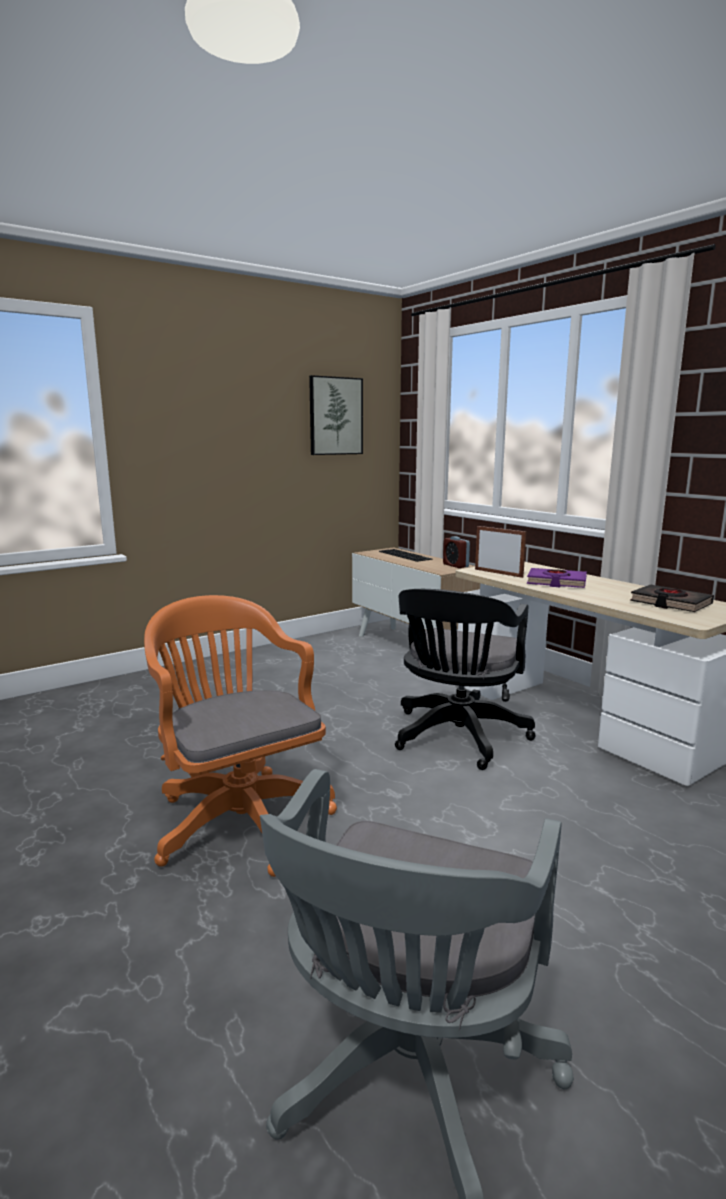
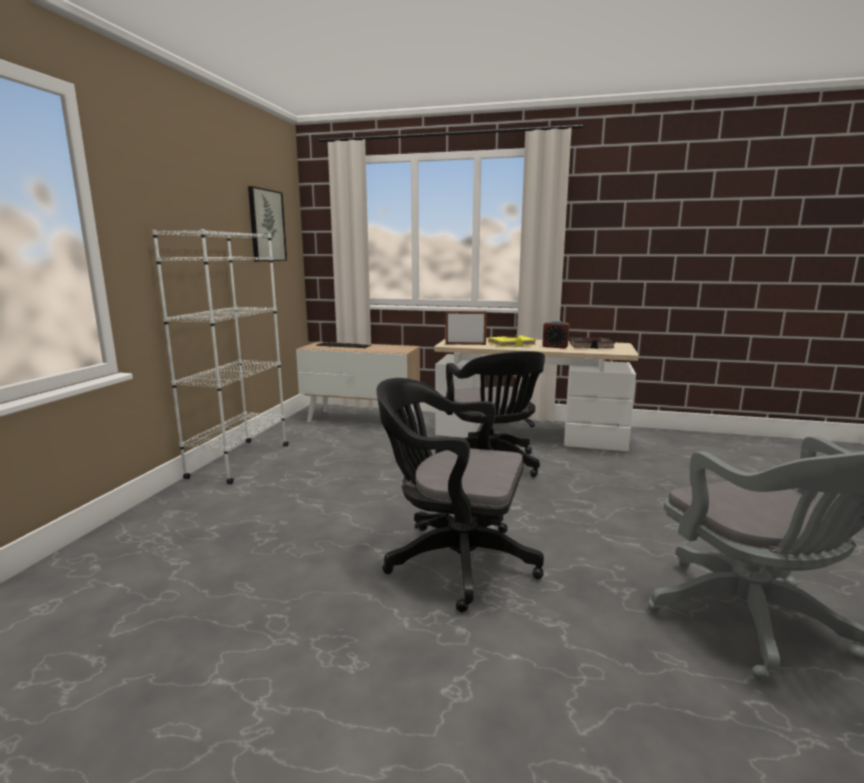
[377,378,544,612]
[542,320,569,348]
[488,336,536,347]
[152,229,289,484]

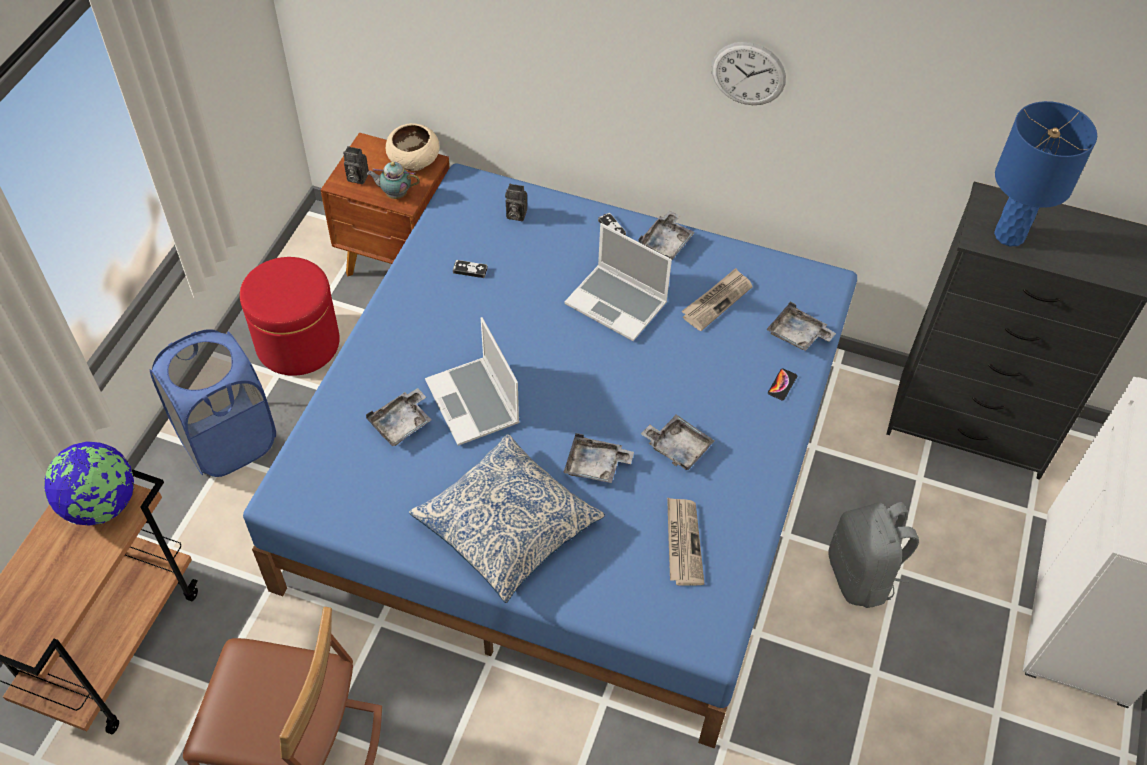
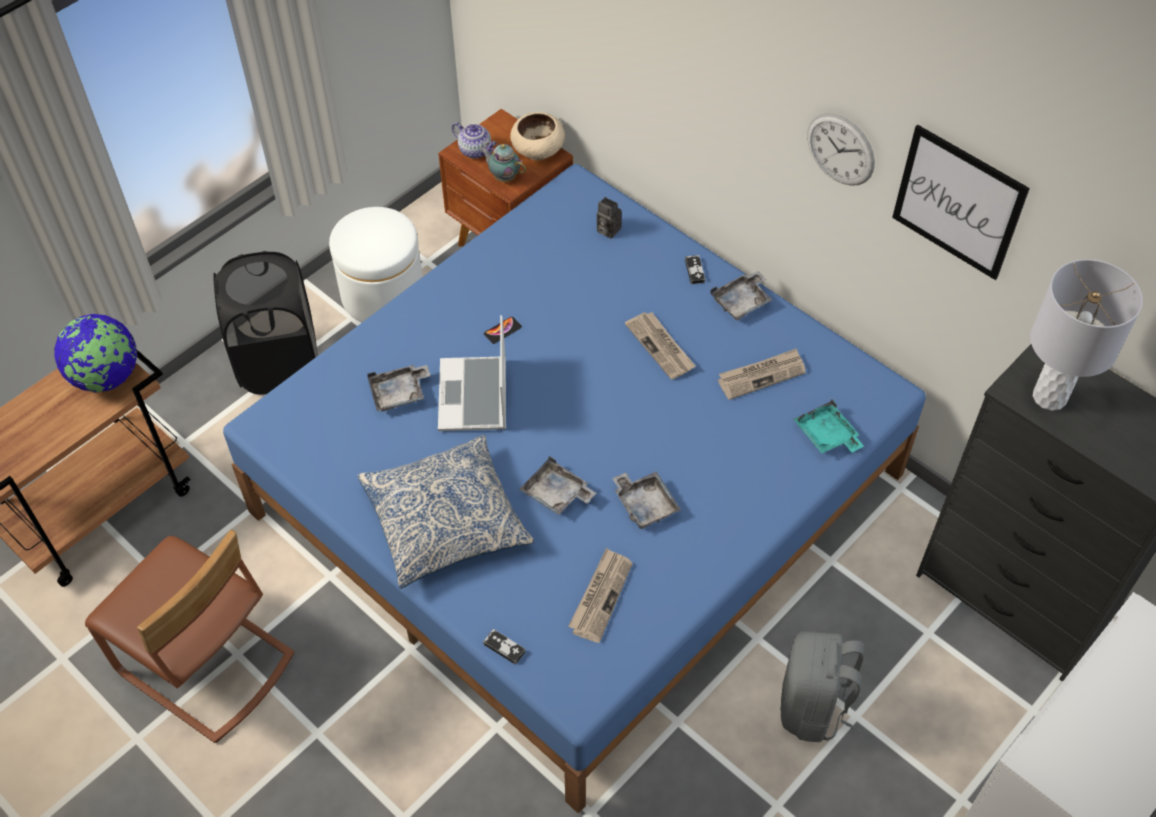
[213,251,318,395]
[329,207,423,322]
[452,122,497,159]
[483,629,525,665]
[625,312,695,380]
[794,399,864,453]
[484,317,522,344]
[1030,259,1143,411]
[892,125,1030,280]

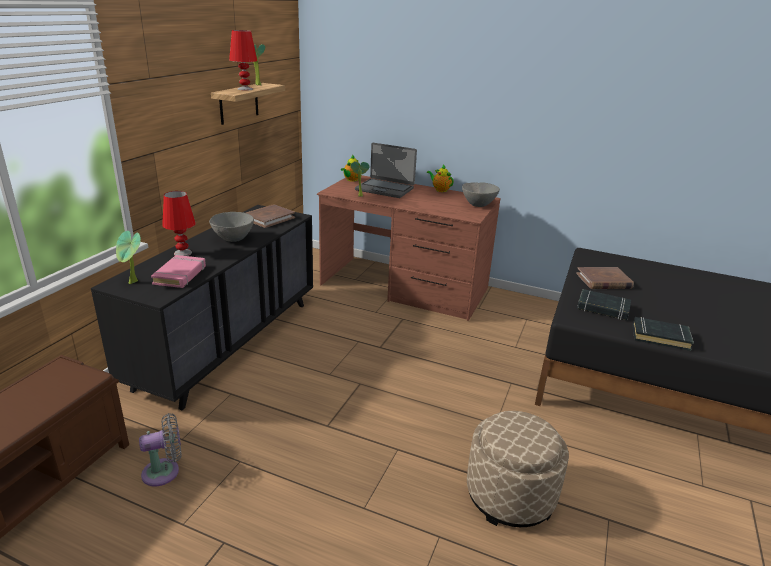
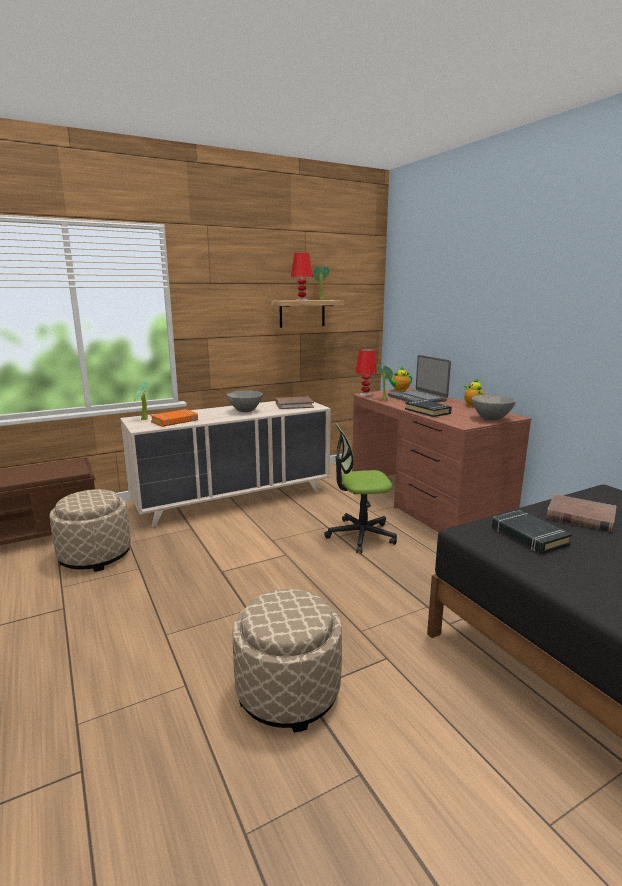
[120,401,331,527]
[49,489,131,572]
[151,409,198,427]
[355,349,378,396]
[405,400,452,417]
[324,423,397,553]

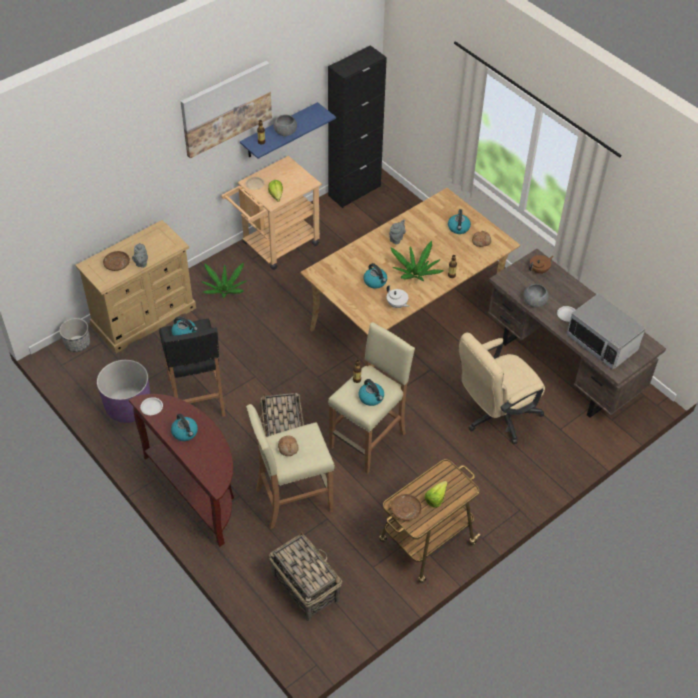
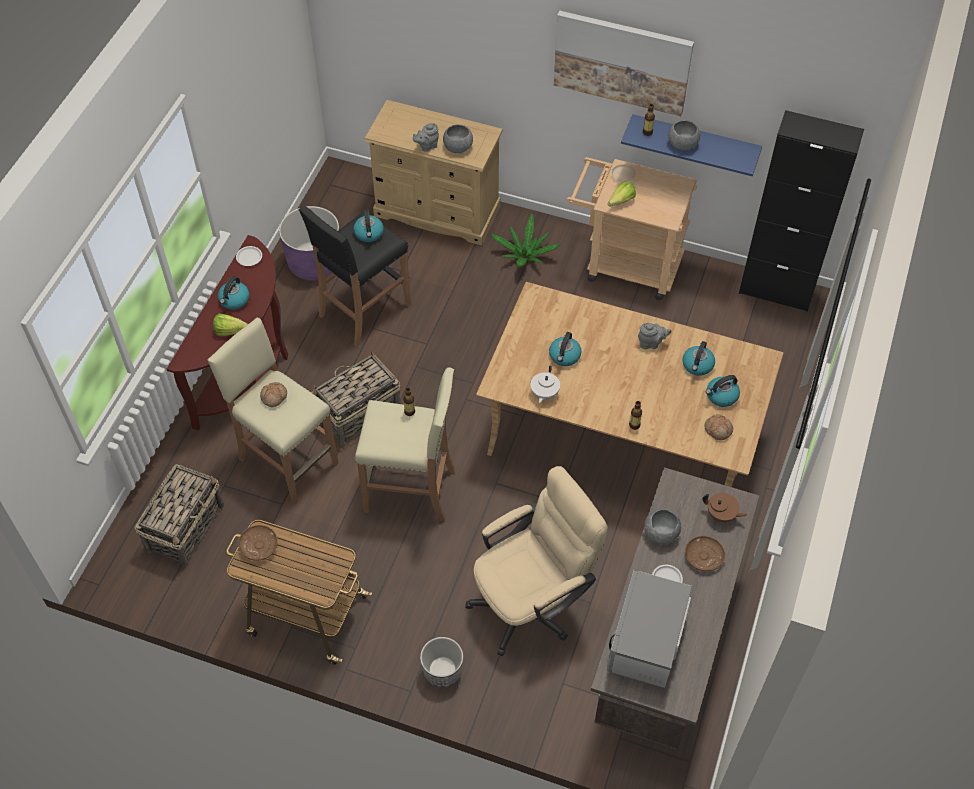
[420,637,463,688]
[685,536,725,571]
[682,341,715,376]
[391,241,444,281] (first image)
[213,313,248,336]
[465,466,608,656]
[443,124,473,153]

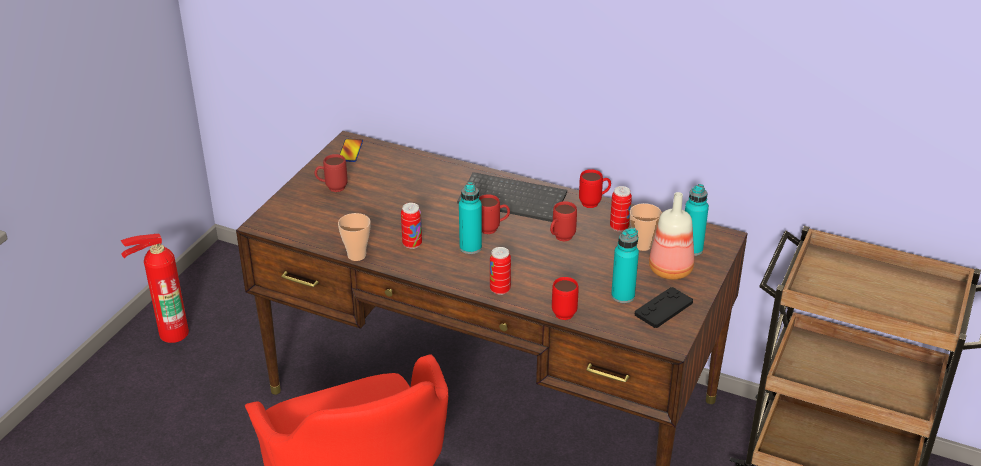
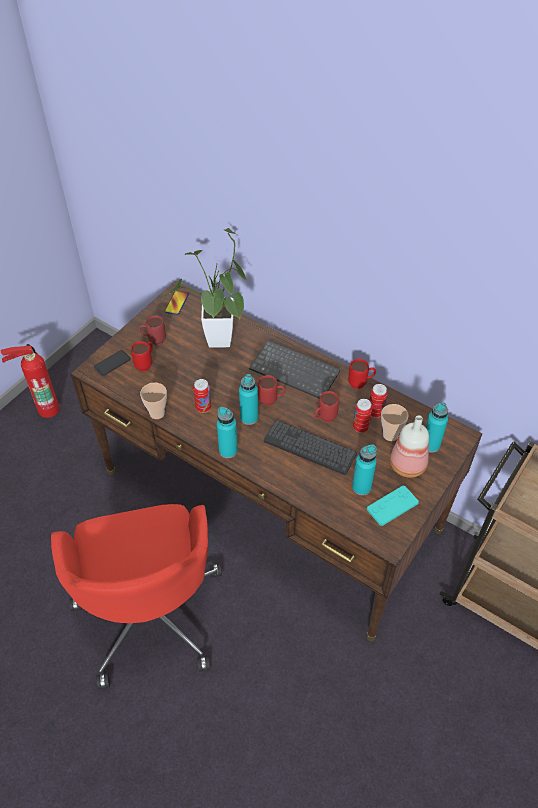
[353,399,372,433]
[131,341,153,372]
[367,486,419,526]
[94,350,131,376]
[161,228,247,348]
[217,407,238,458]
[264,420,357,475]

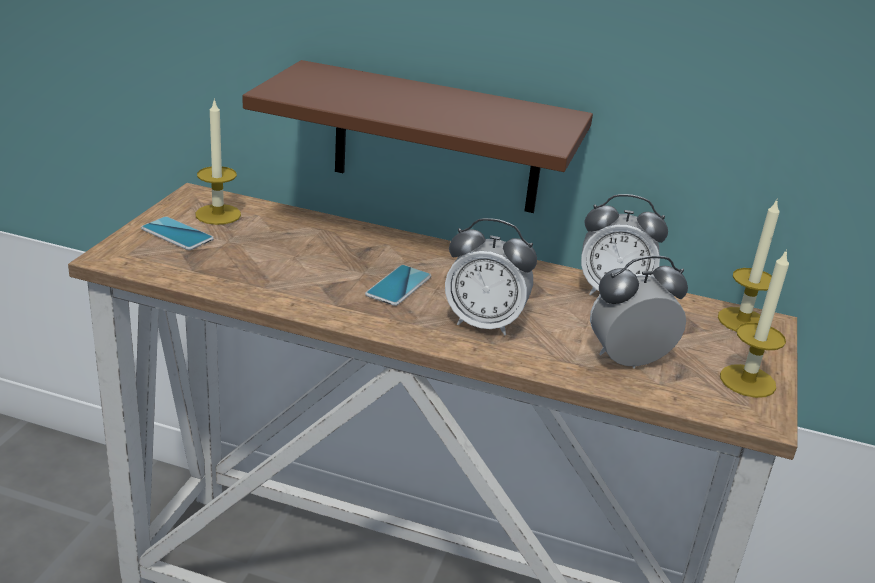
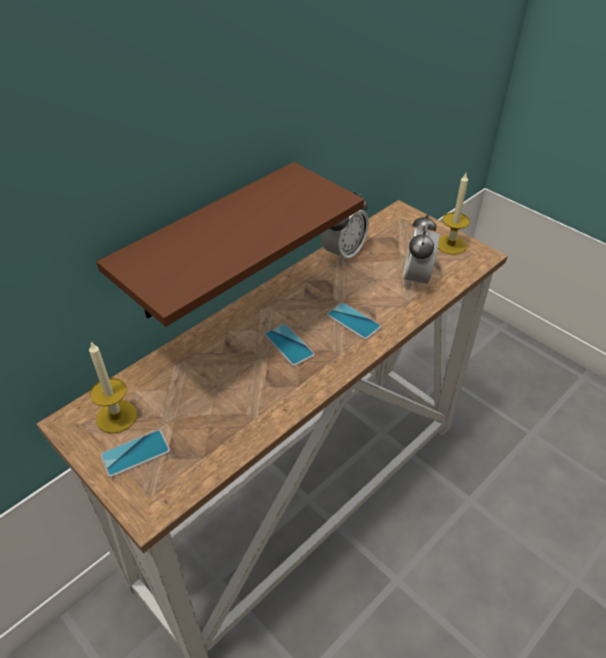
[327,302,381,340]
[718,198,780,332] (first image)

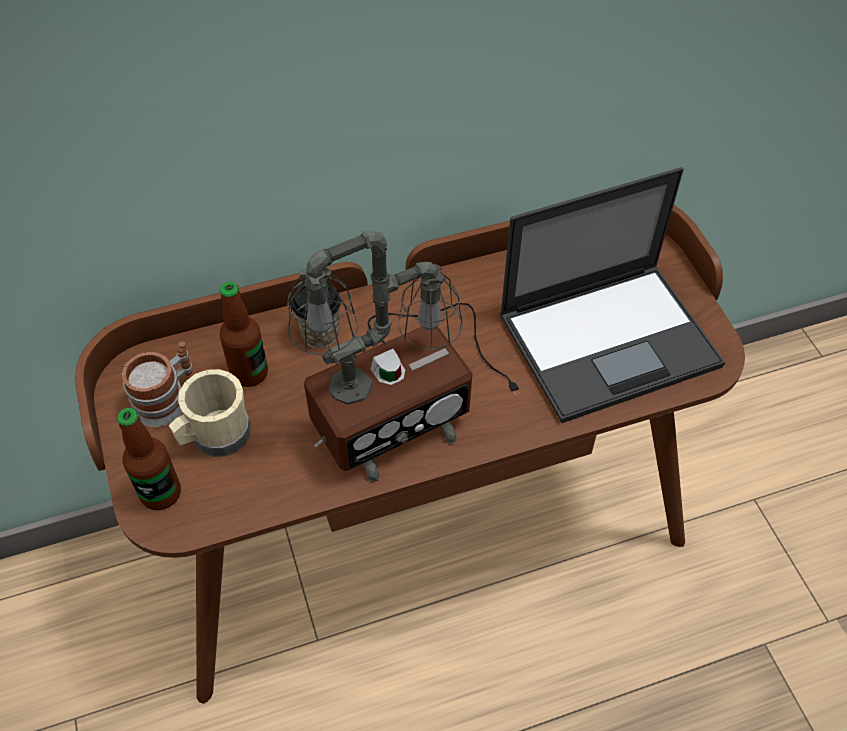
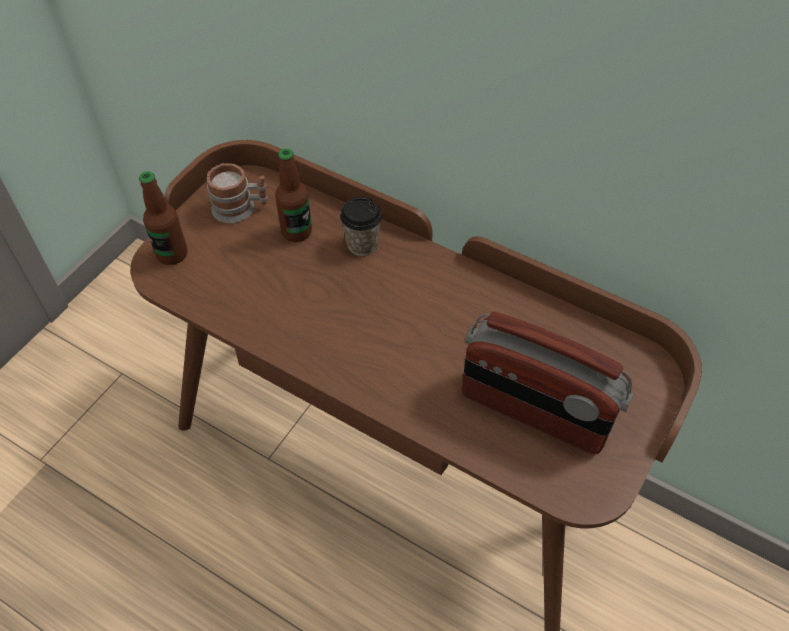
[169,369,251,457] (first image)
[287,231,520,482] (first image)
[462,312,633,454]

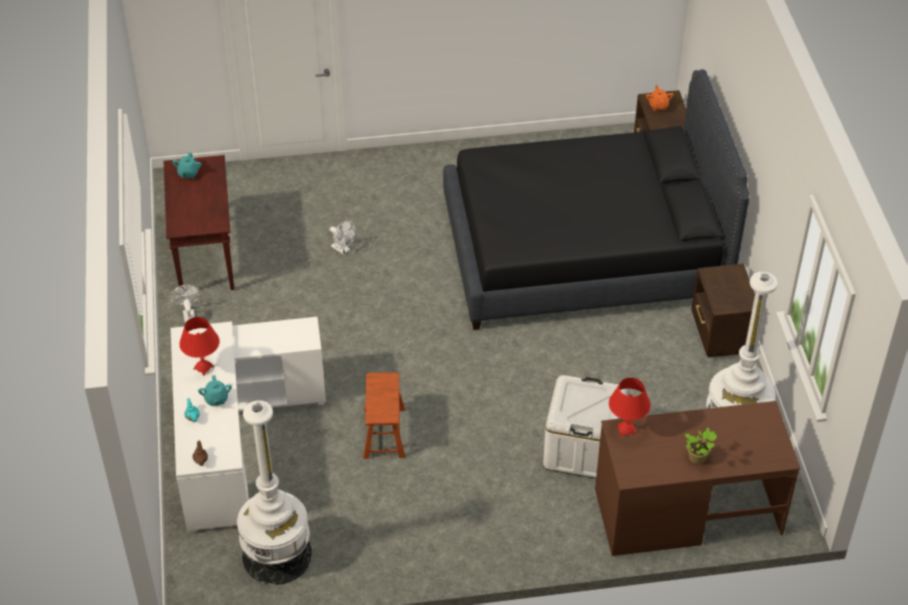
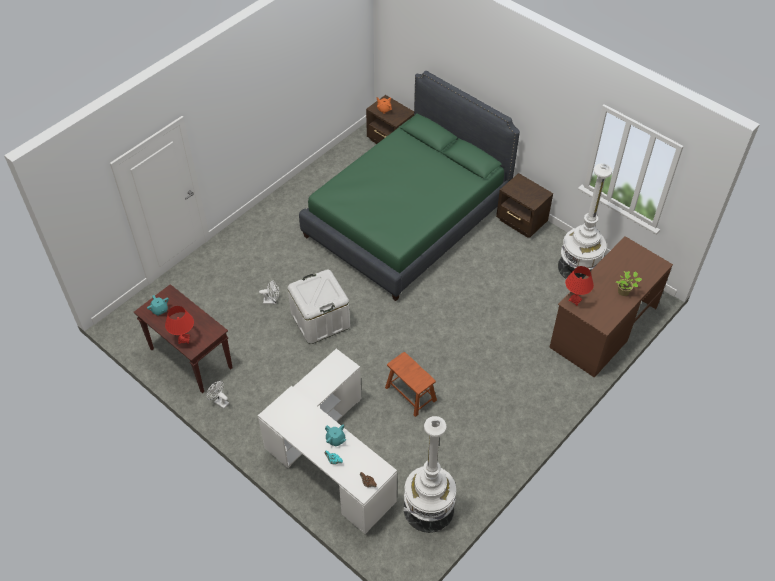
[165,306,194,344]
[299,71,520,301]
[288,269,350,344]

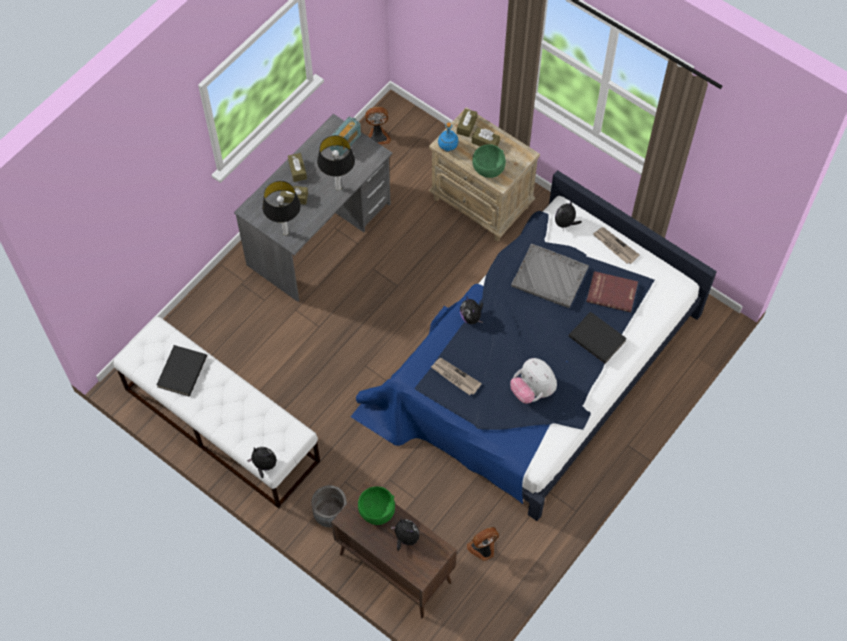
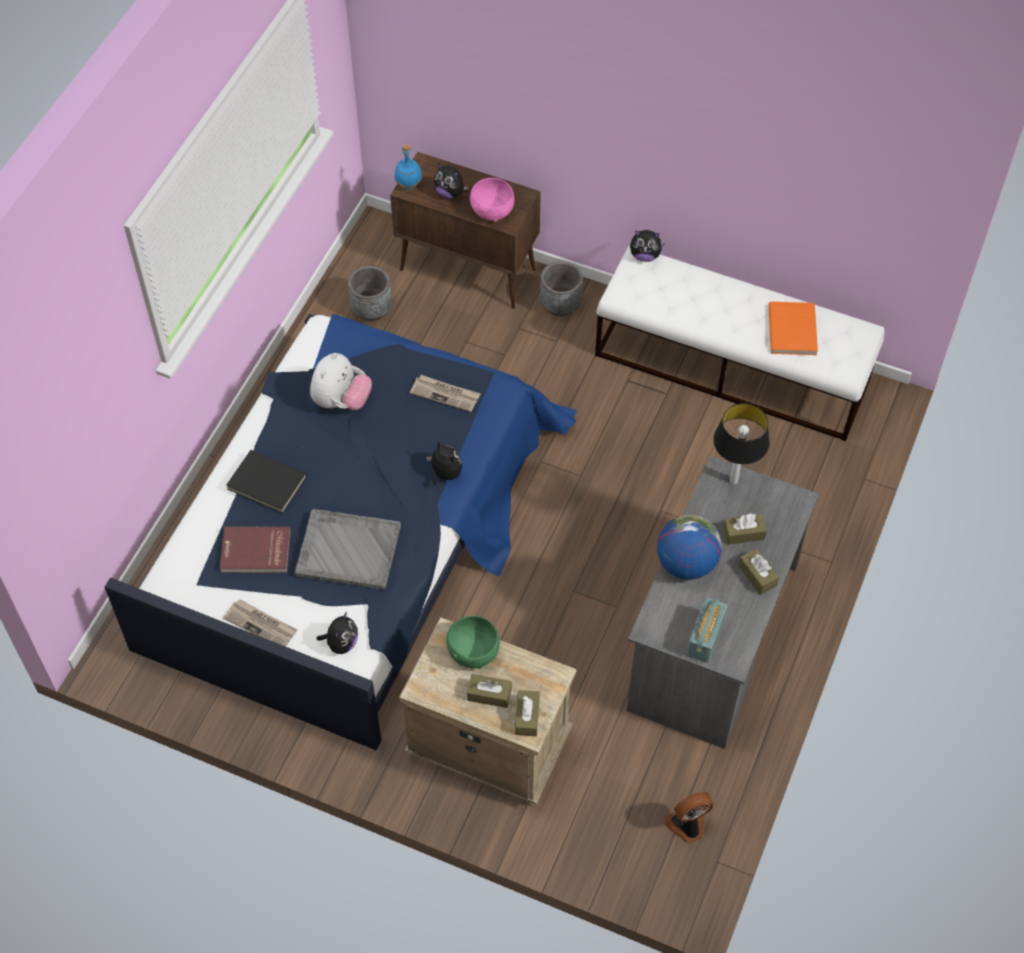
[768,302,818,355]
[657,515,722,580]
[470,178,514,222]
[395,145,422,190]
[348,266,392,321]
[310,353,372,410]

